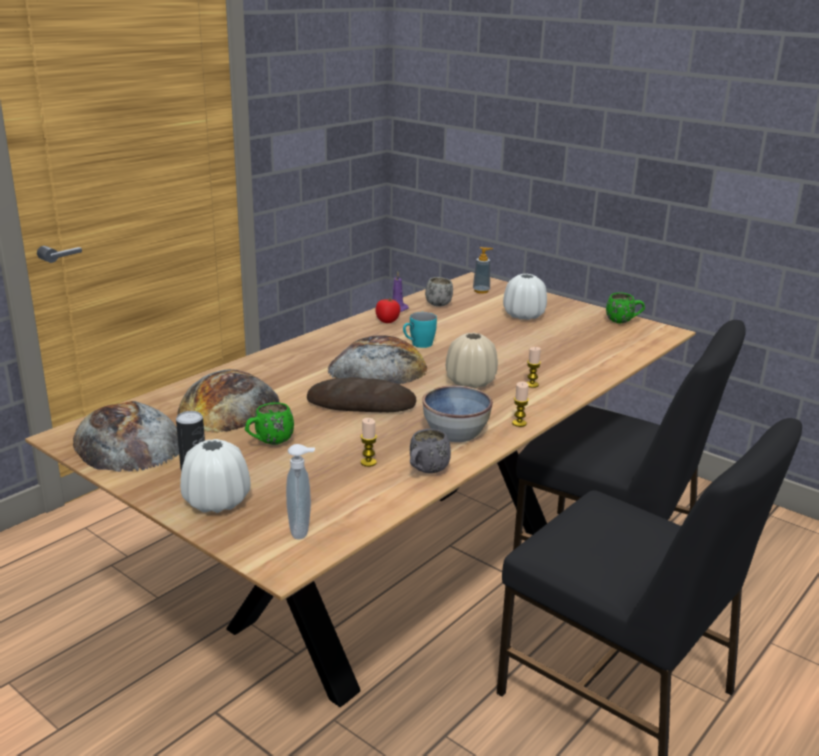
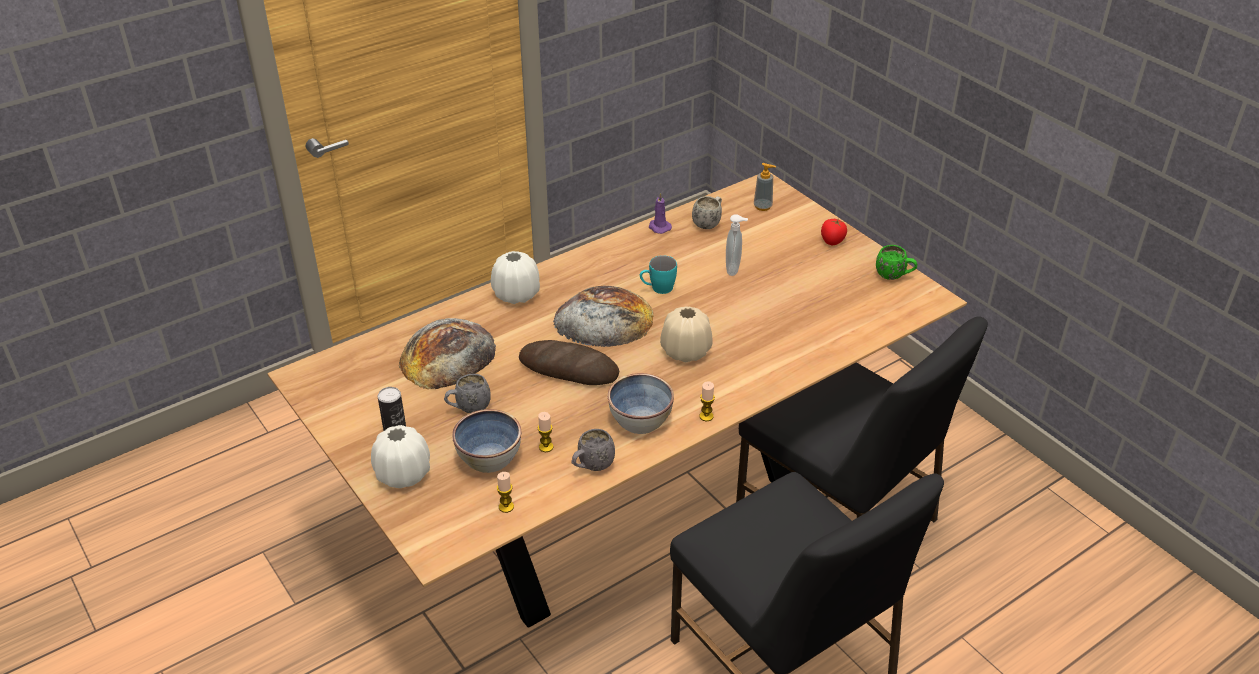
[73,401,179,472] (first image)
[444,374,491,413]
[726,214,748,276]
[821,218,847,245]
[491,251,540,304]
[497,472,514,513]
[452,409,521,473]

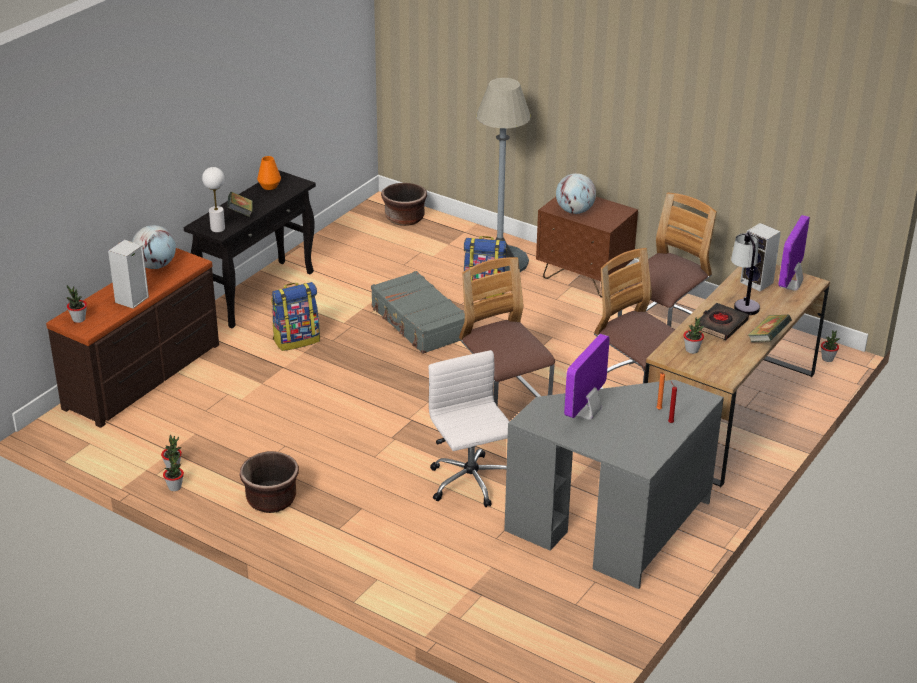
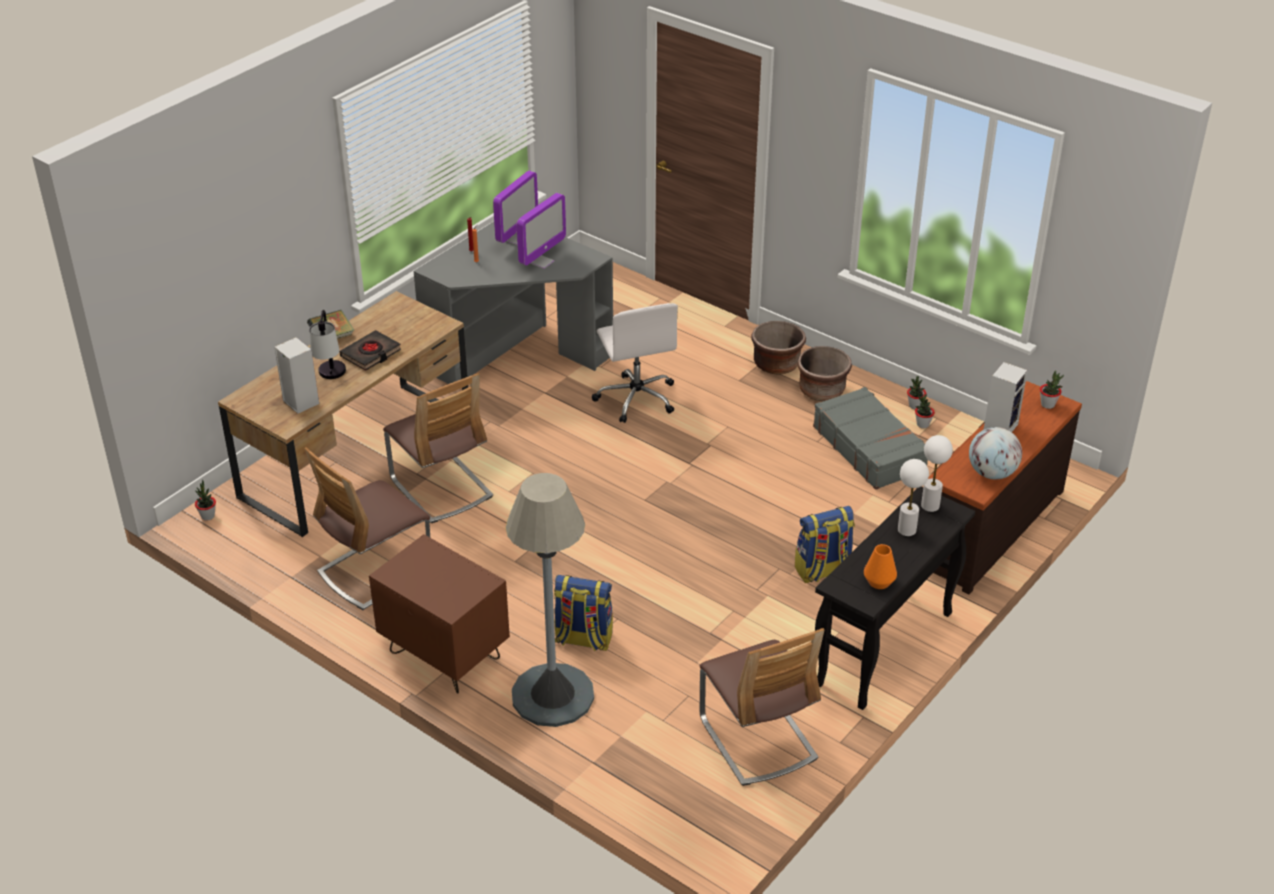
[898,459,929,536]
[813,387,928,490]
[751,321,806,375]
[700,628,824,786]
[556,173,596,214] (first image)
[683,317,704,354] (first image)
[493,171,538,245]

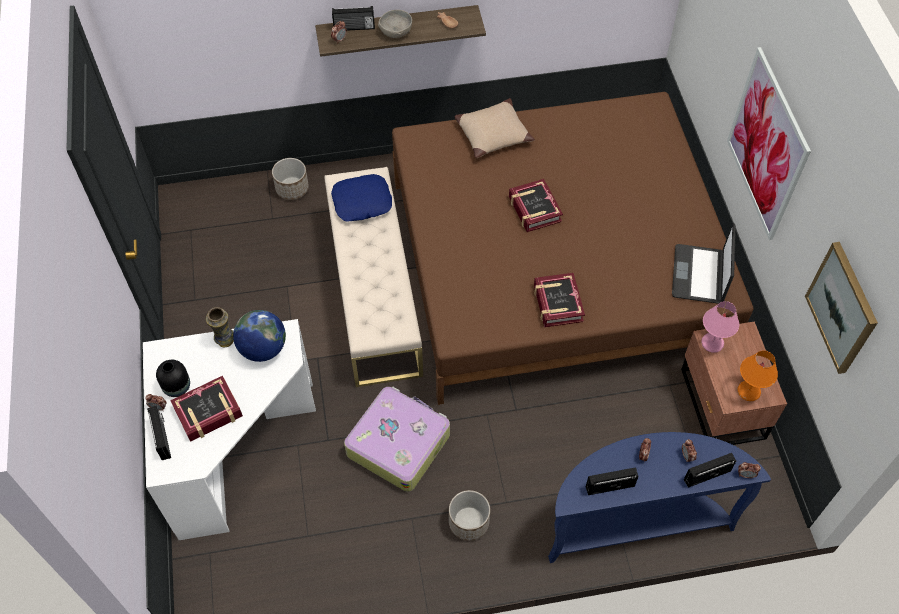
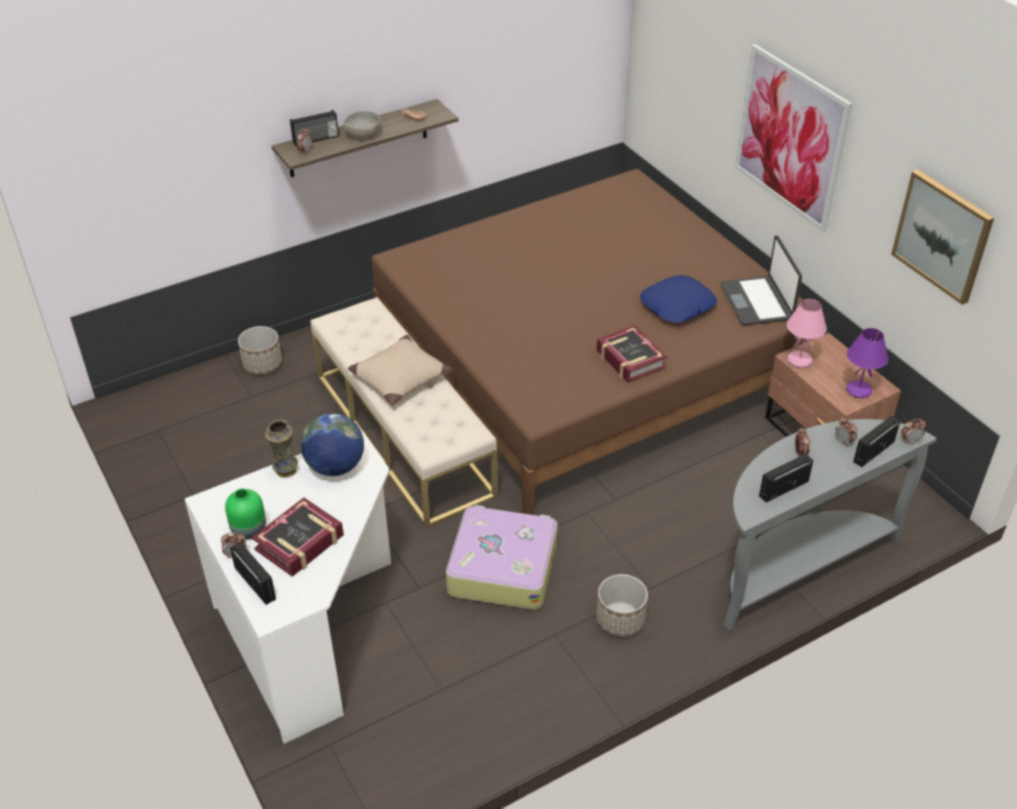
[225,489,266,539]
[640,275,717,323]
[348,335,454,406]
[509,179,563,232] (first image)
[724,419,937,631]
[846,328,888,398]

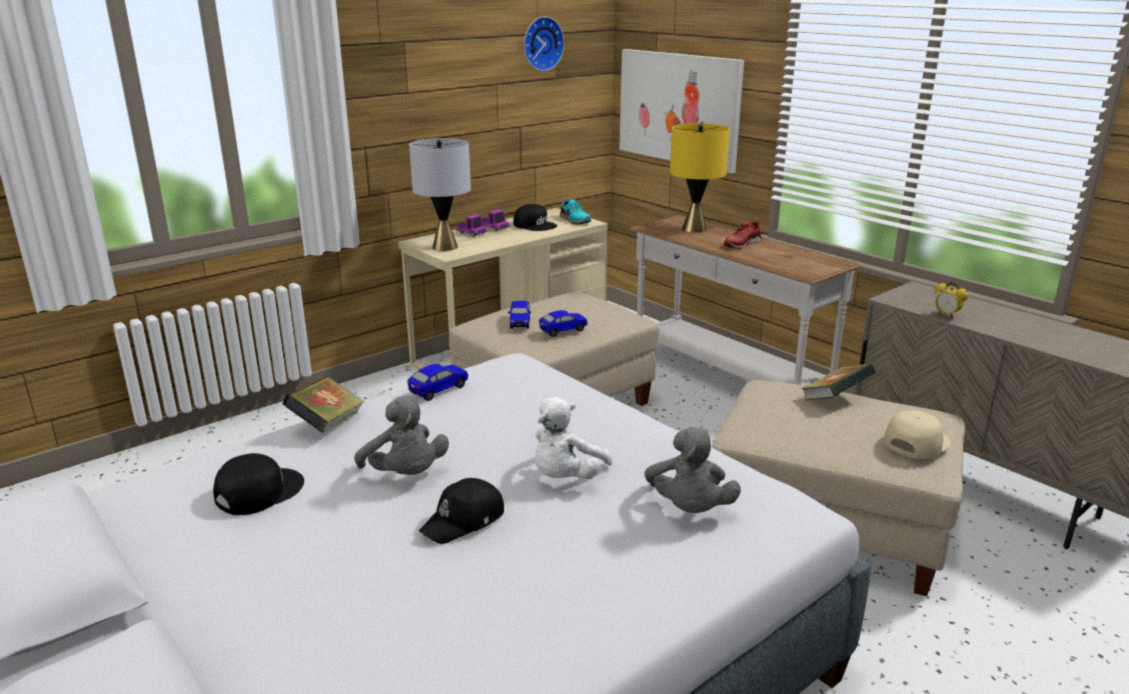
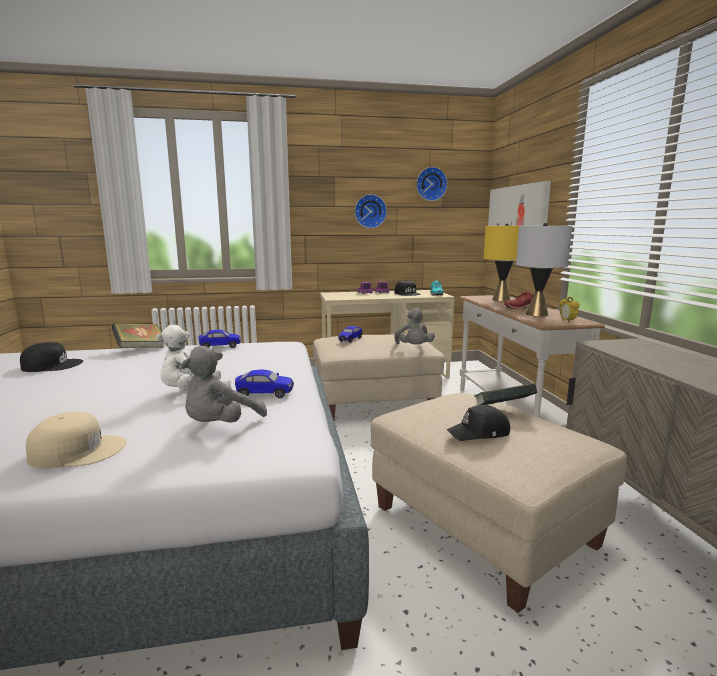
[394,308,435,345]
[516,223,572,316]
[446,405,510,441]
[235,370,294,398]
[26,412,127,469]
[560,297,579,323]
[355,194,387,228]

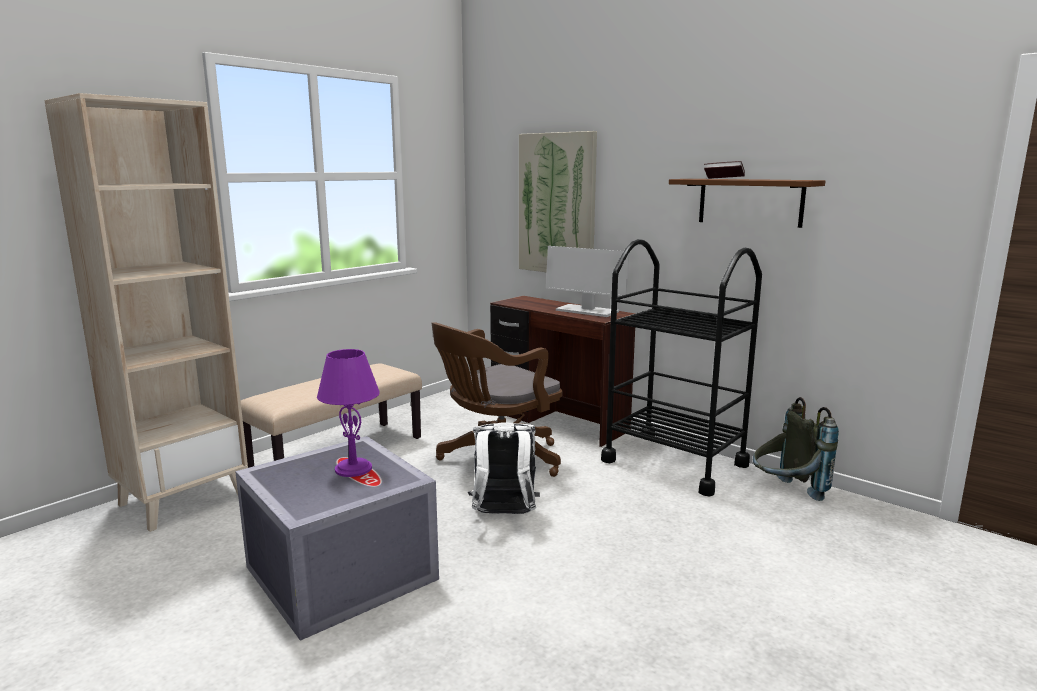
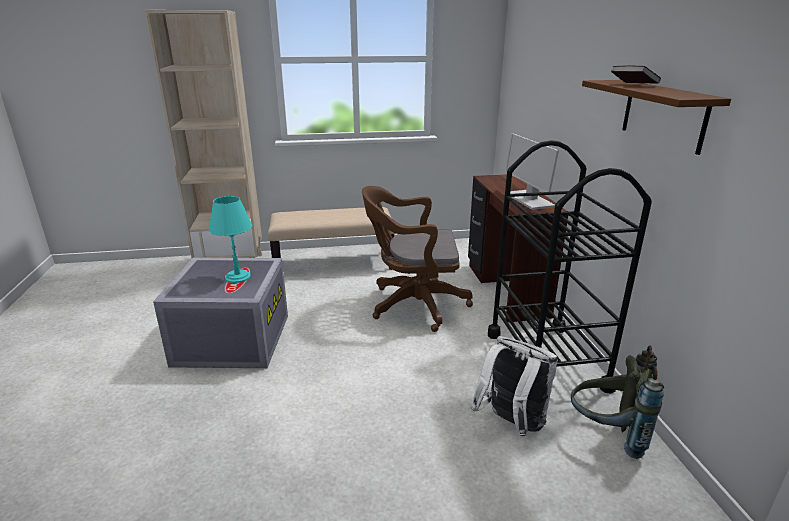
[209,196,252,283]
[471,336,558,438]
[519,131,597,272] (first image)

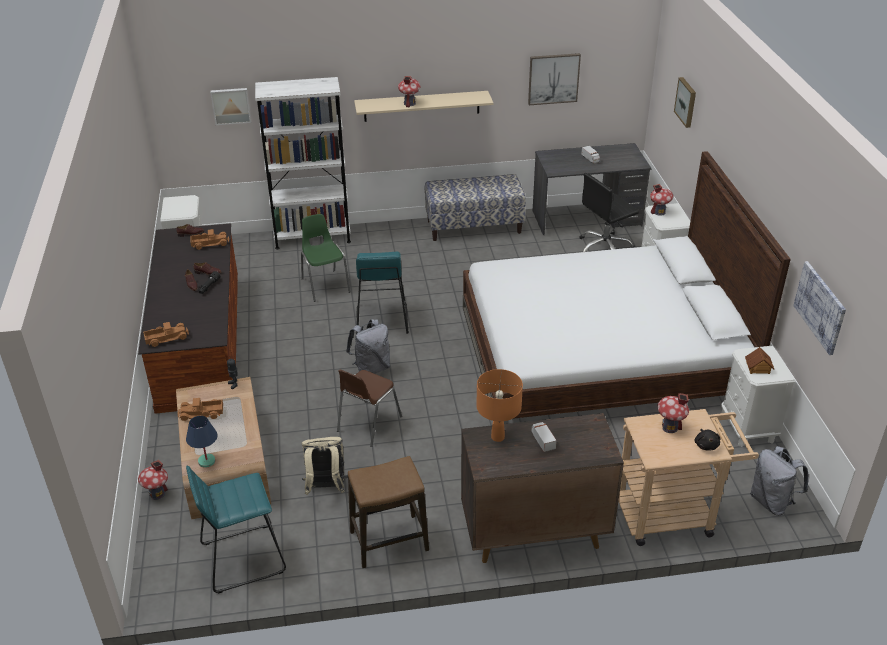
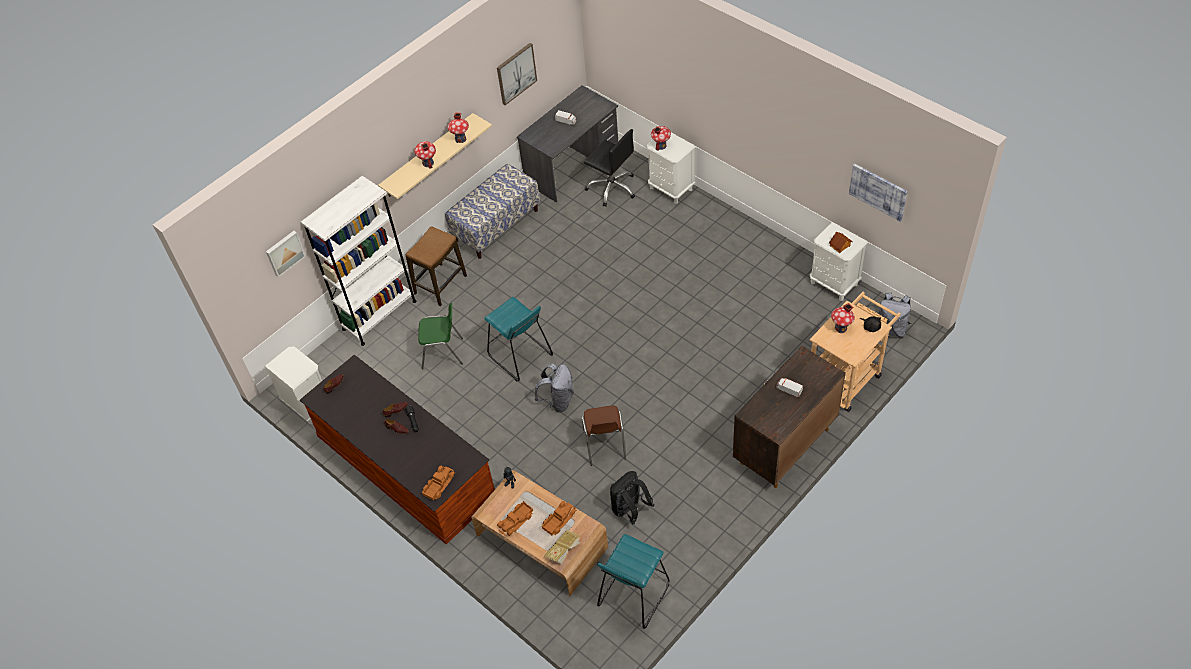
[447,113,469,143]
[544,530,581,564]
[542,501,577,535]
[418,303,463,370]
[610,471,654,524]
[405,226,467,306]
[463,151,791,419] (first image)
[476,369,523,442] (first image)
[584,129,635,207]
[674,77,696,128] (first image)

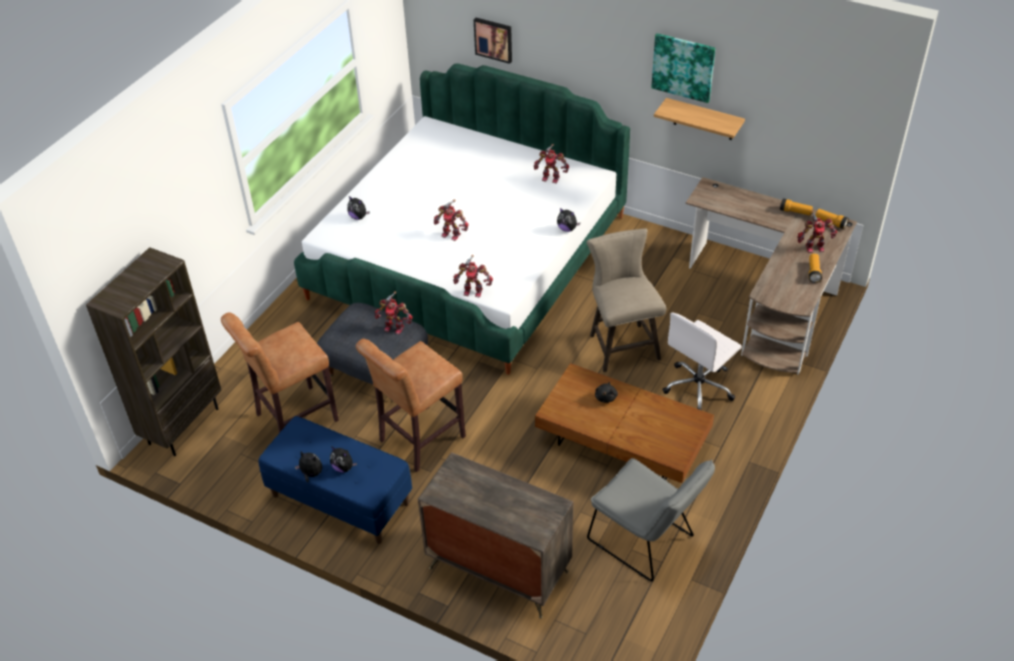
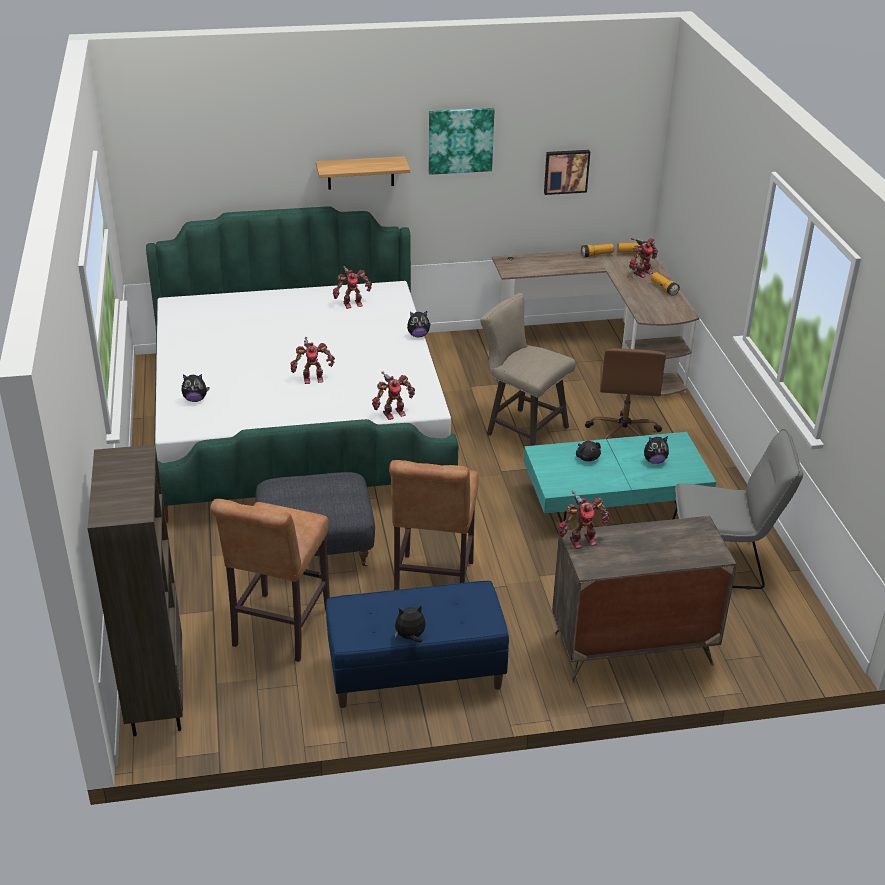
[644,436,669,464]
[558,491,610,549]
[544,150,590,195]
[524,432,716,522]
[316,156,410,190]
[585,348,666,440]

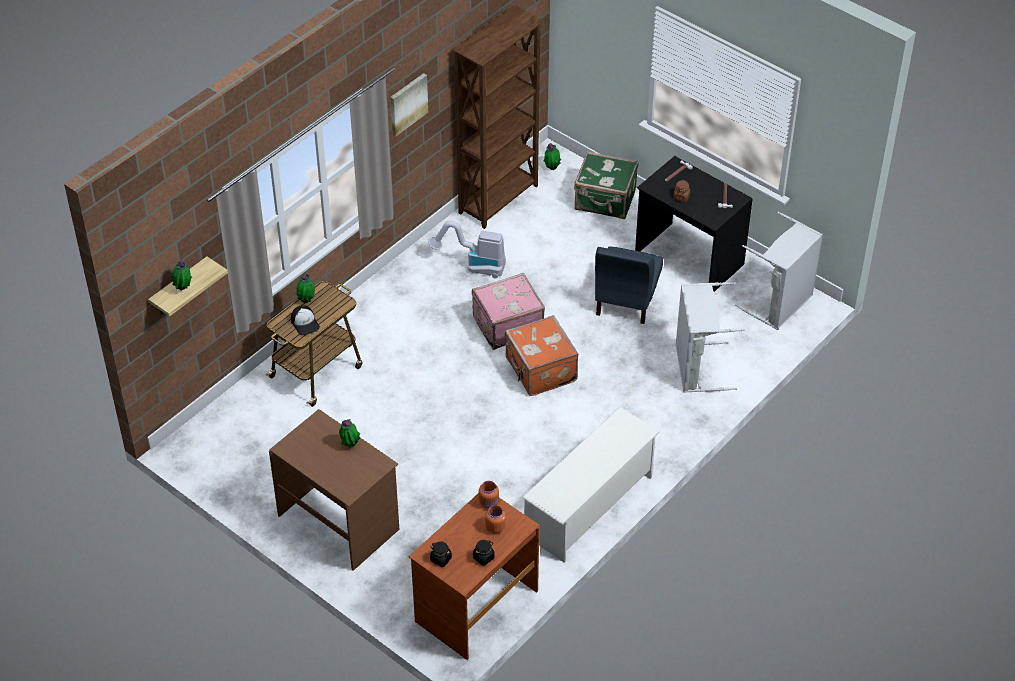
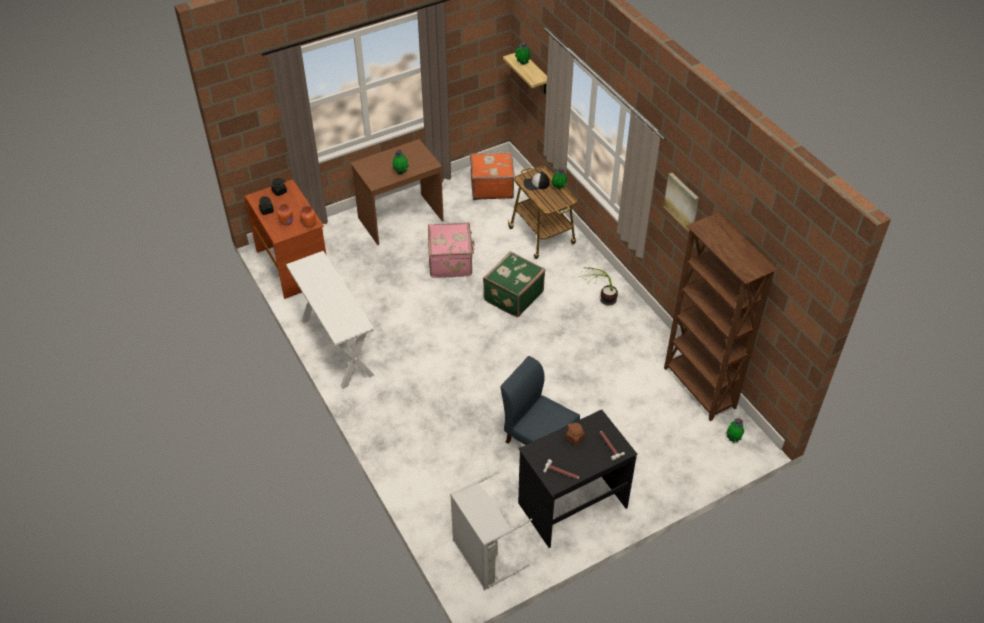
[428,221,506,278] (first image)
[428,223,475,278]
[470,152,515,200]
[286,251,375,389]
[483,251,545,318]
[676,282,745,393] (first image)
[580,267,618,306]

